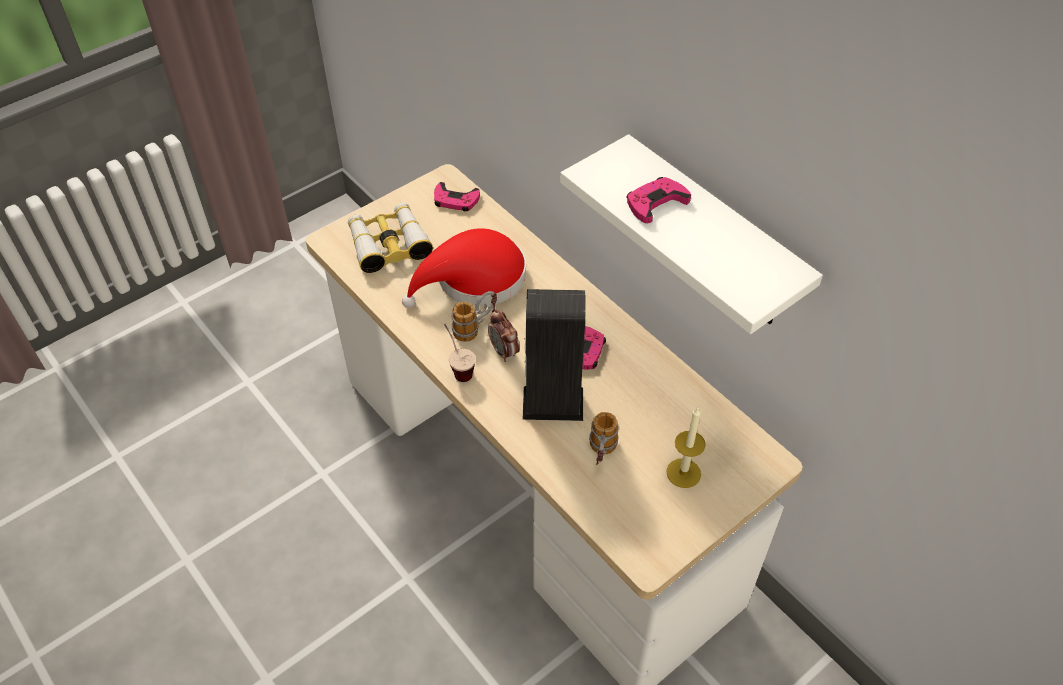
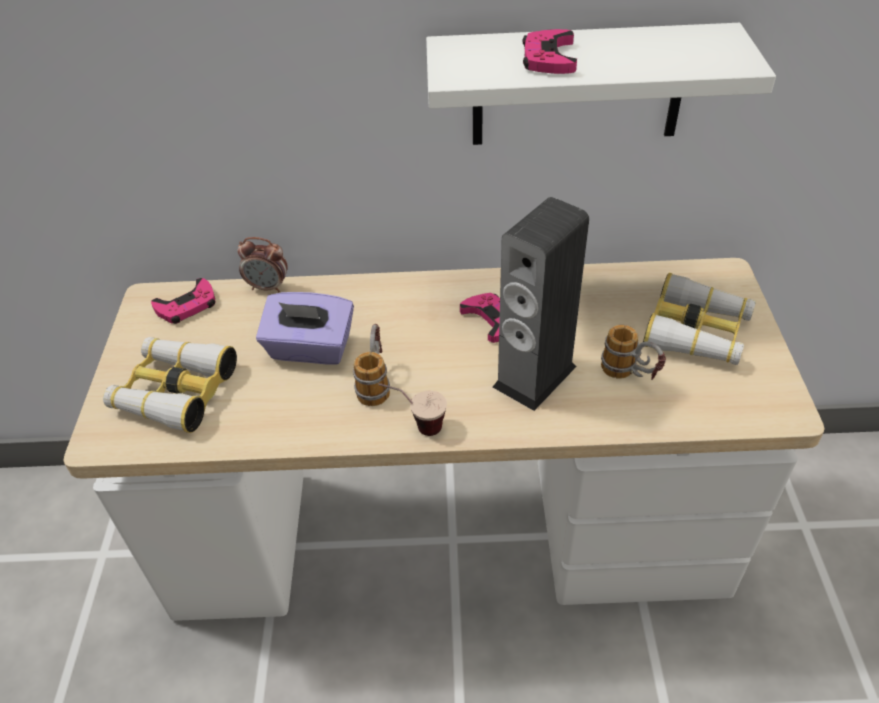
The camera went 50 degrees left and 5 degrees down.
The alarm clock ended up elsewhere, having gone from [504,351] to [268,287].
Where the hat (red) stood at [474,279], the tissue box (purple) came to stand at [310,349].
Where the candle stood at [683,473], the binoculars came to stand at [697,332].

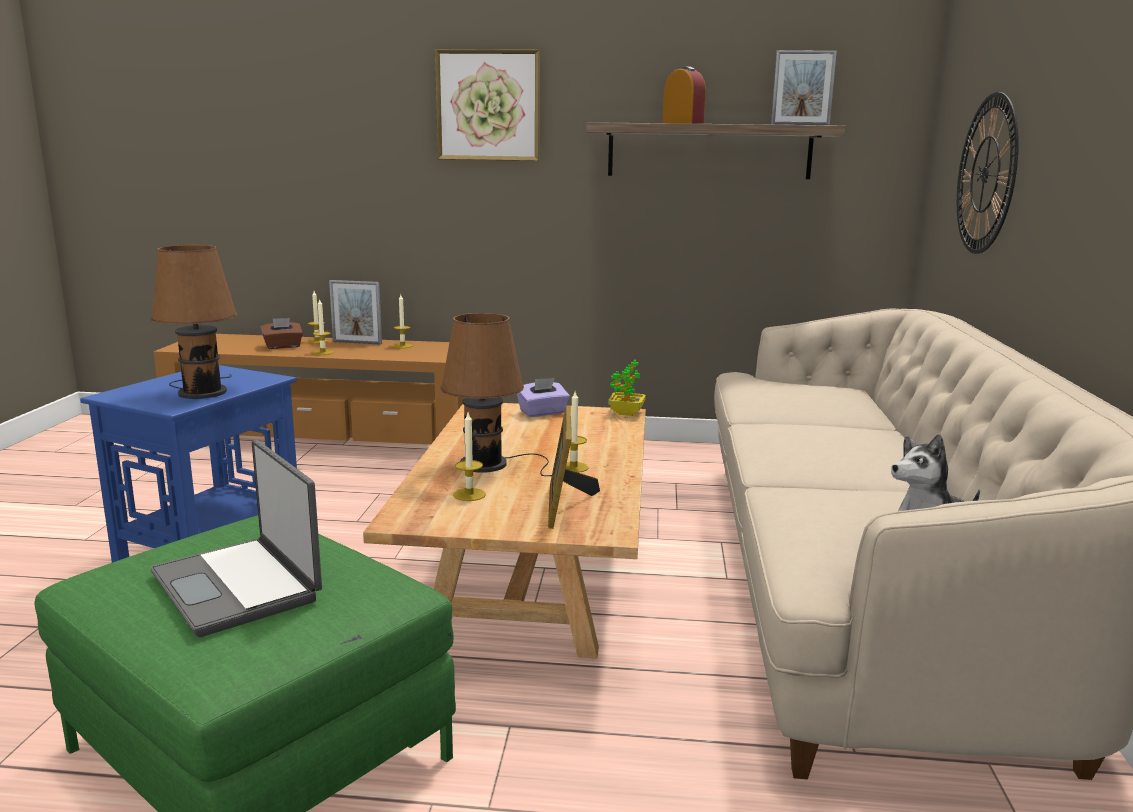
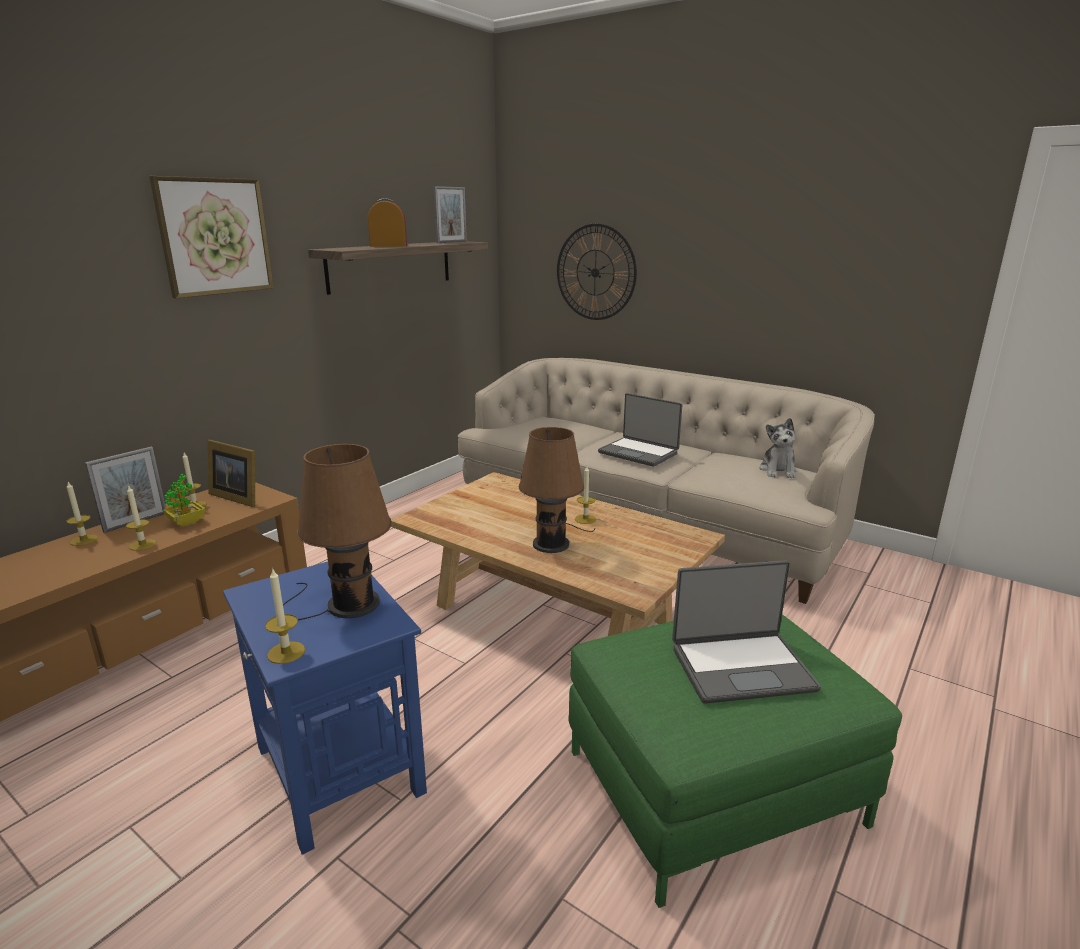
The camera went 60 degrees left and 5 degrees up.
The second view lost the tissue box (brown) at [283,346].
The second view lost the tissue box (purple) at [542,412].
The second view gained the laptop at [639,453].
The candle ended up elsewhere, having gone from [469,494] to [286,652].
The picture frame ended up elsewhere, having gone from [565,505] to [237,497].
The potted plant ended up elsewhere, having gone from [626,413] to [187,522].

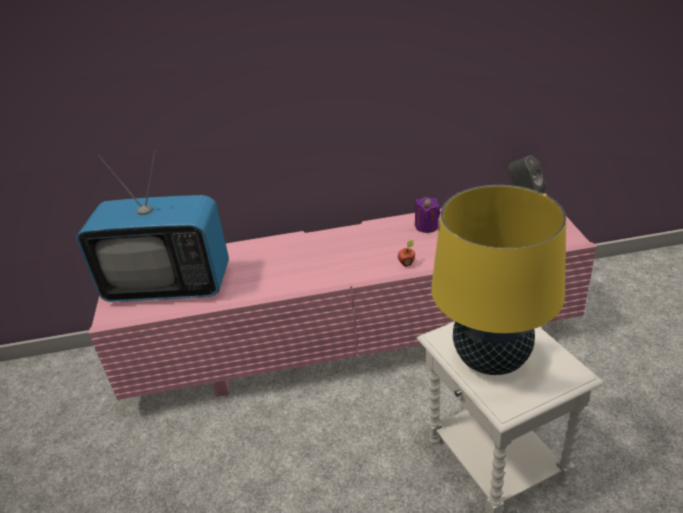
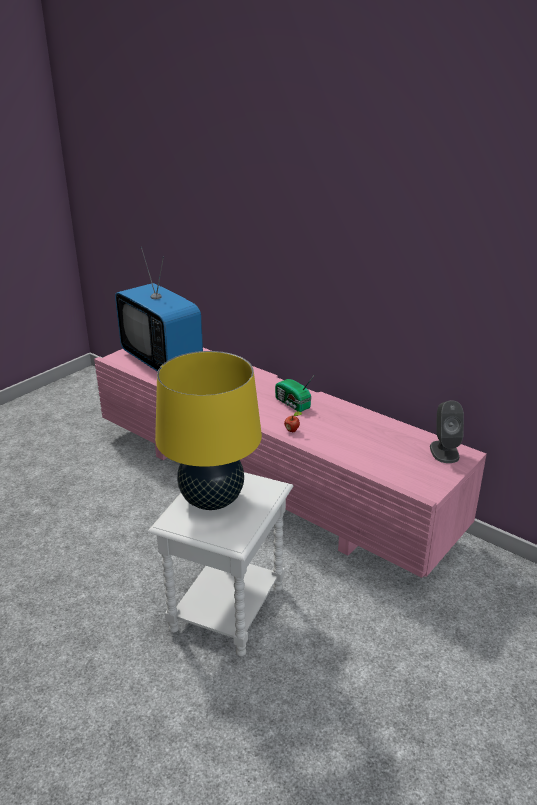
The camera went 45 degrees right and 5 degrees down.
The second view lost the candle (purple) at [427,226].
The second view gained the radio at [292,404].

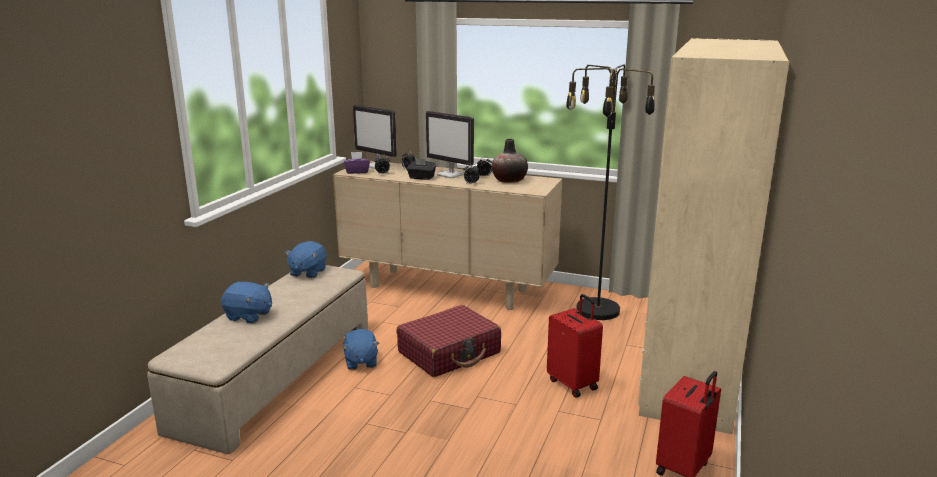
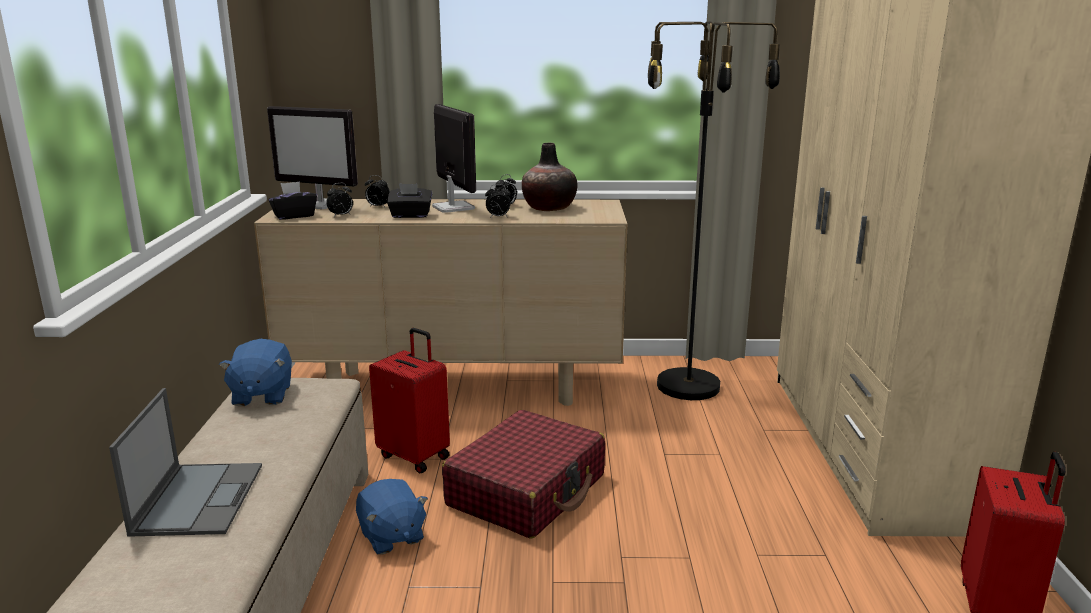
The camera went 20 degrees left and 0 degrees up.
The suitcase (red) ended up elsewhere, having gone from [573,384] to [415,456].
Where the plush toy (blue) stood at [249,316], the laptop came to stand at [199,498].
What was the tissue box (purple) at [357,172] turned into the tissue box (black) at [294,216].
The monitor at [451,175] ended up facing another way, 135 degrees counterclockwise from before.

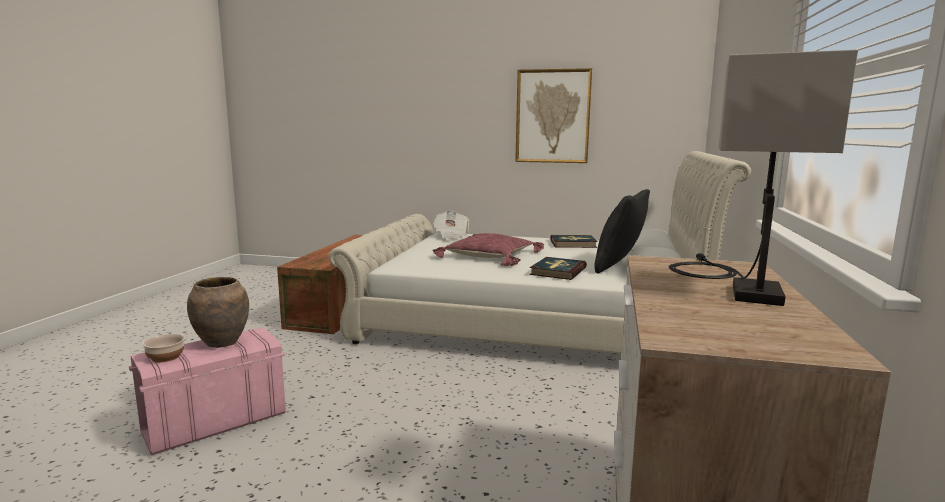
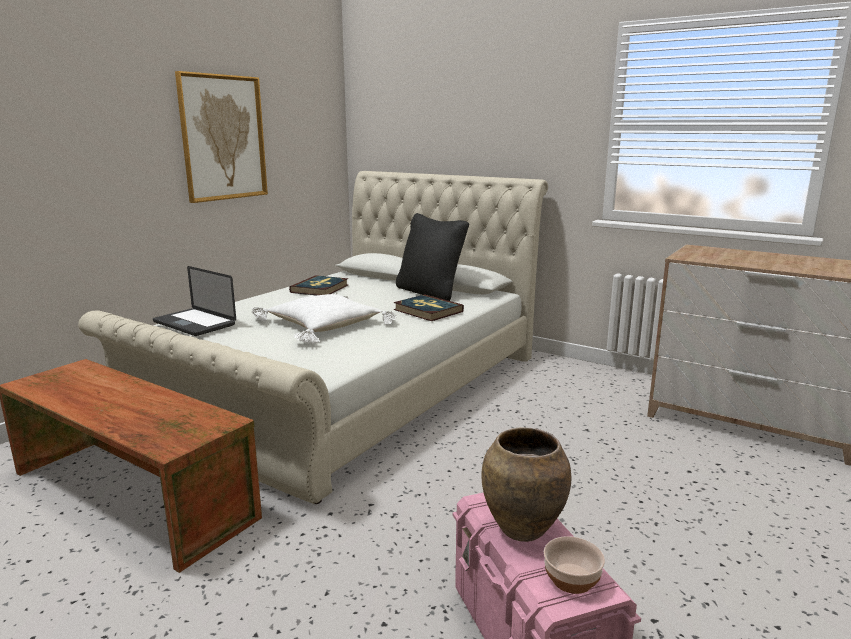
The camera went 70 degrees left and 5 degrees up.
The second view lost the table lamp at [734,284].
Where the newspaper stood at [451,235], the laptop came to stand at [194,323].
What was the pillow (red) at [490,254] turned into the pillow (white) at [324,322].

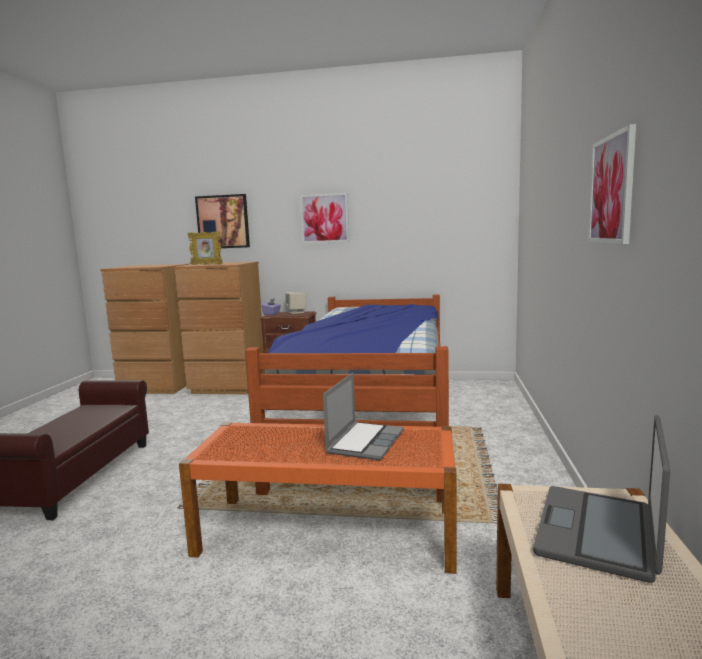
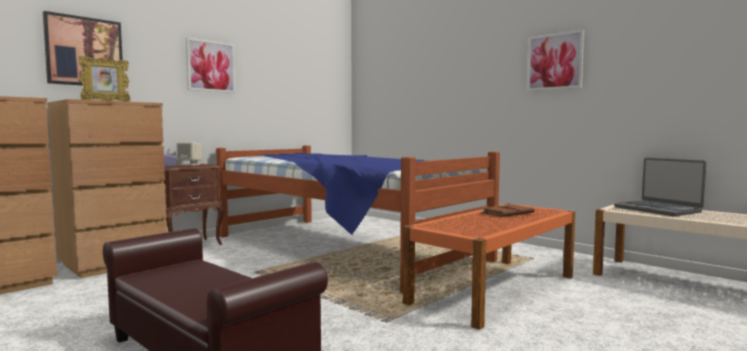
The camera went 55 degrees left and 5 degrees down.
Where the laptop stood at [365,442], the book (brown) came to stand at [508,213].

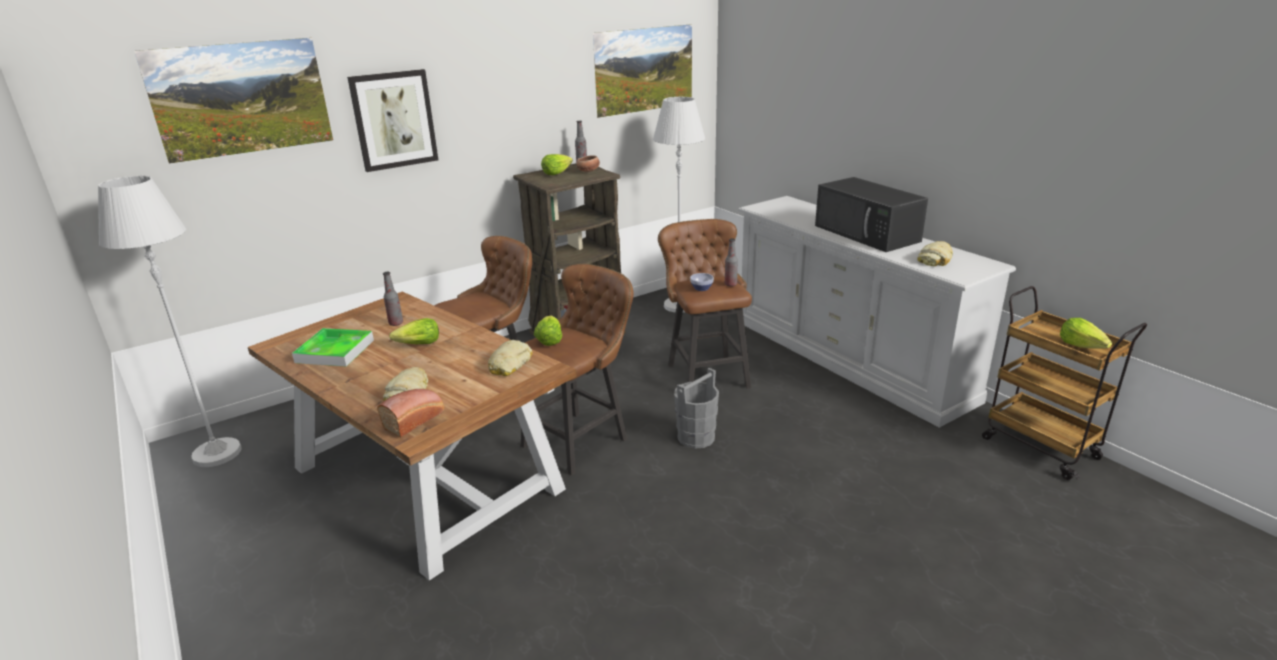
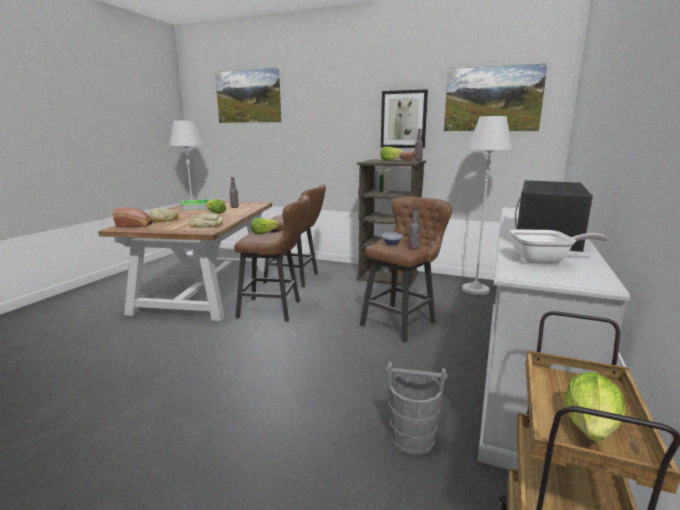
The camera went 55 degrees right and 10 degrees down.
The picture ended up elsewhere, having gone from [394,120] to [403,119].
The bucket (grey) ended up elsewhere, having gone from [696,437] to [412,438].
Where the bread stood at [935,259], the frying pan came to stand at [545,260].

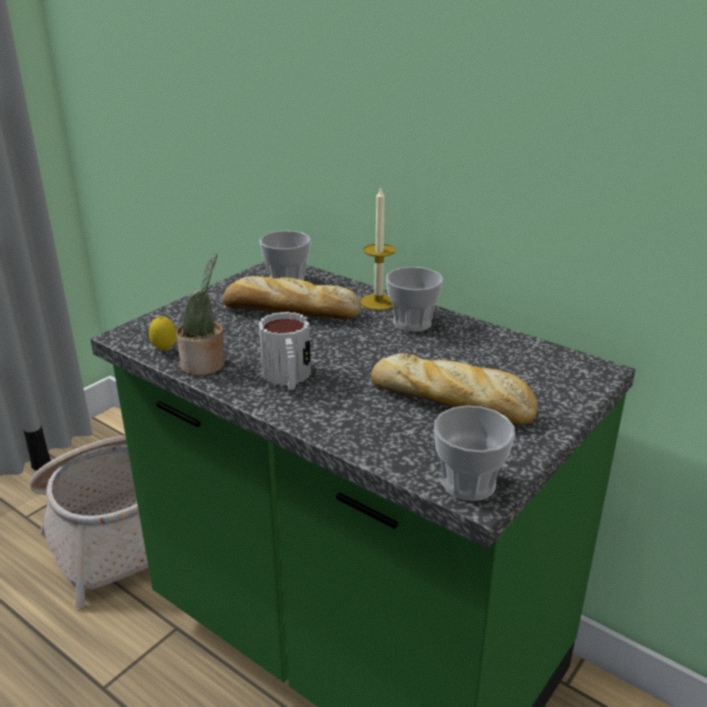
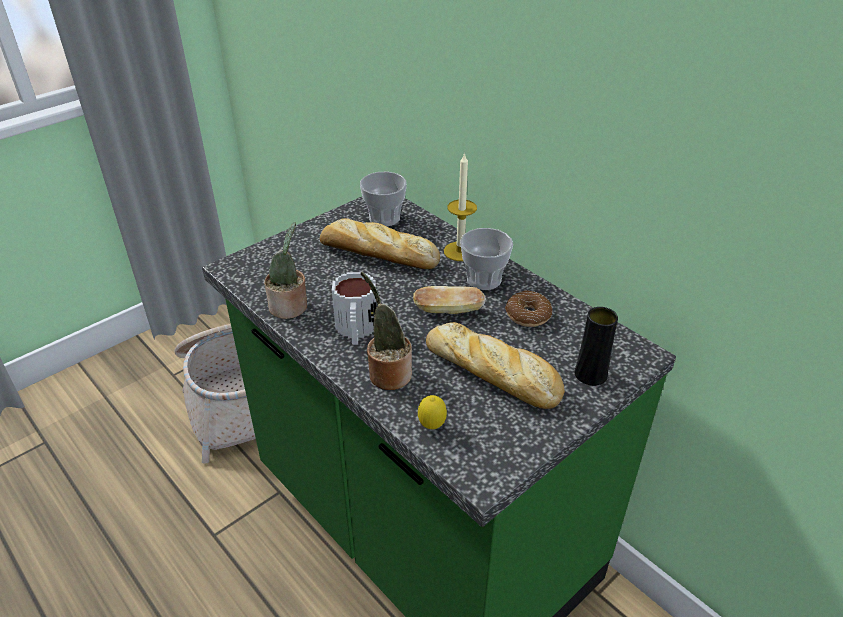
The camera went 10 degrees right and 10 degrees up.
The second view lost the cup at [469,484].
The second view gained the potted plant at [387,373].
The second view gained the bread at [448,311].
The second view gained the donut at [528,315].
The vase (black) ended up elsewhere, having gone from [41,465] to [590,374].
The lemon ended up elsewhere, having gone from [165,350] to [432,426].

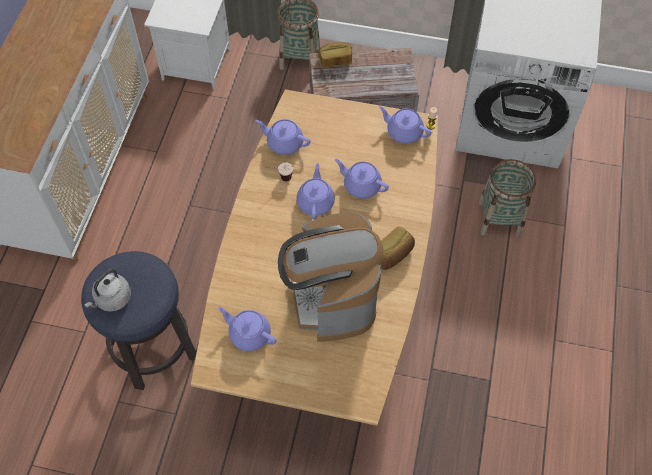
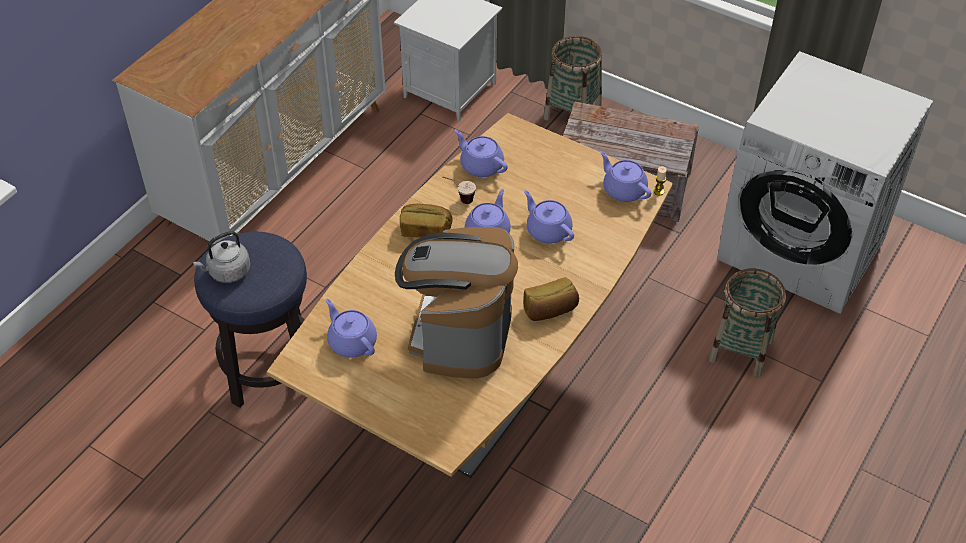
The camera went 20 degrees right and 10 degrees down.
The bread ended up elsewhere, having gone from [335,60] to [425,230].

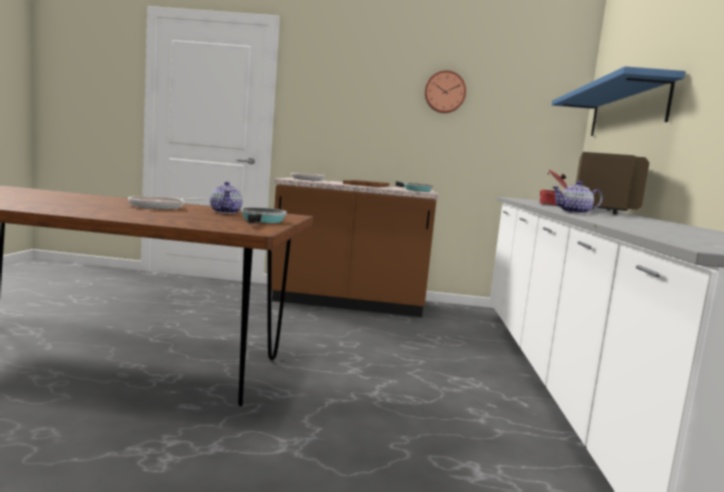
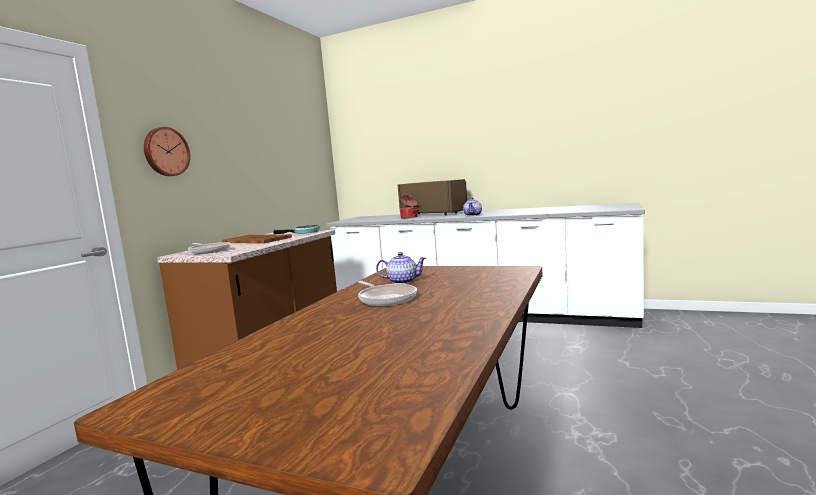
The camera went 70 degrees left and 0 degrees up.
The second view lost the frying pan at [262,221].
The second view lost the shelf (blue) at [626,110].
The wall clock ended up elsewhere, having gone from [445,92] to [166,152].

